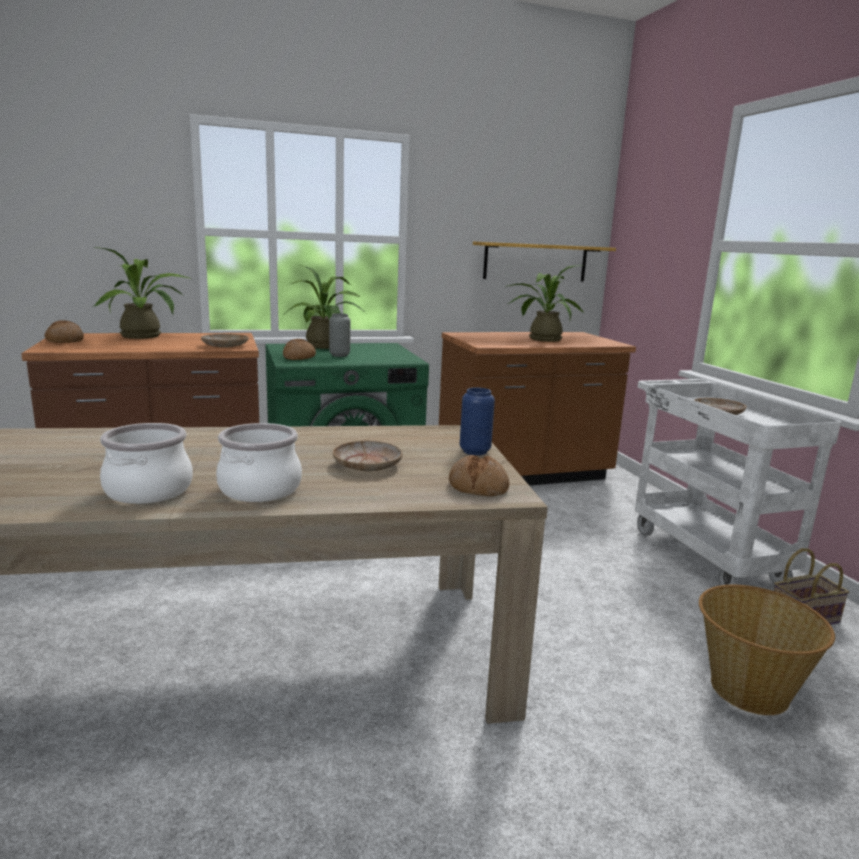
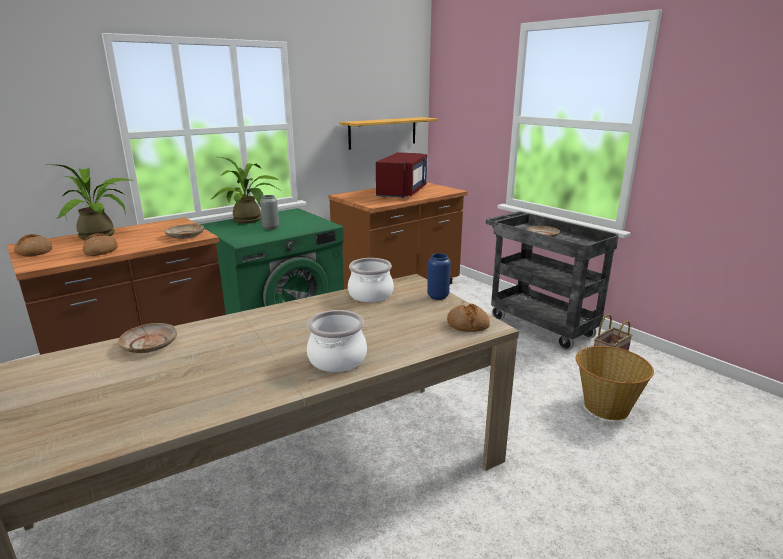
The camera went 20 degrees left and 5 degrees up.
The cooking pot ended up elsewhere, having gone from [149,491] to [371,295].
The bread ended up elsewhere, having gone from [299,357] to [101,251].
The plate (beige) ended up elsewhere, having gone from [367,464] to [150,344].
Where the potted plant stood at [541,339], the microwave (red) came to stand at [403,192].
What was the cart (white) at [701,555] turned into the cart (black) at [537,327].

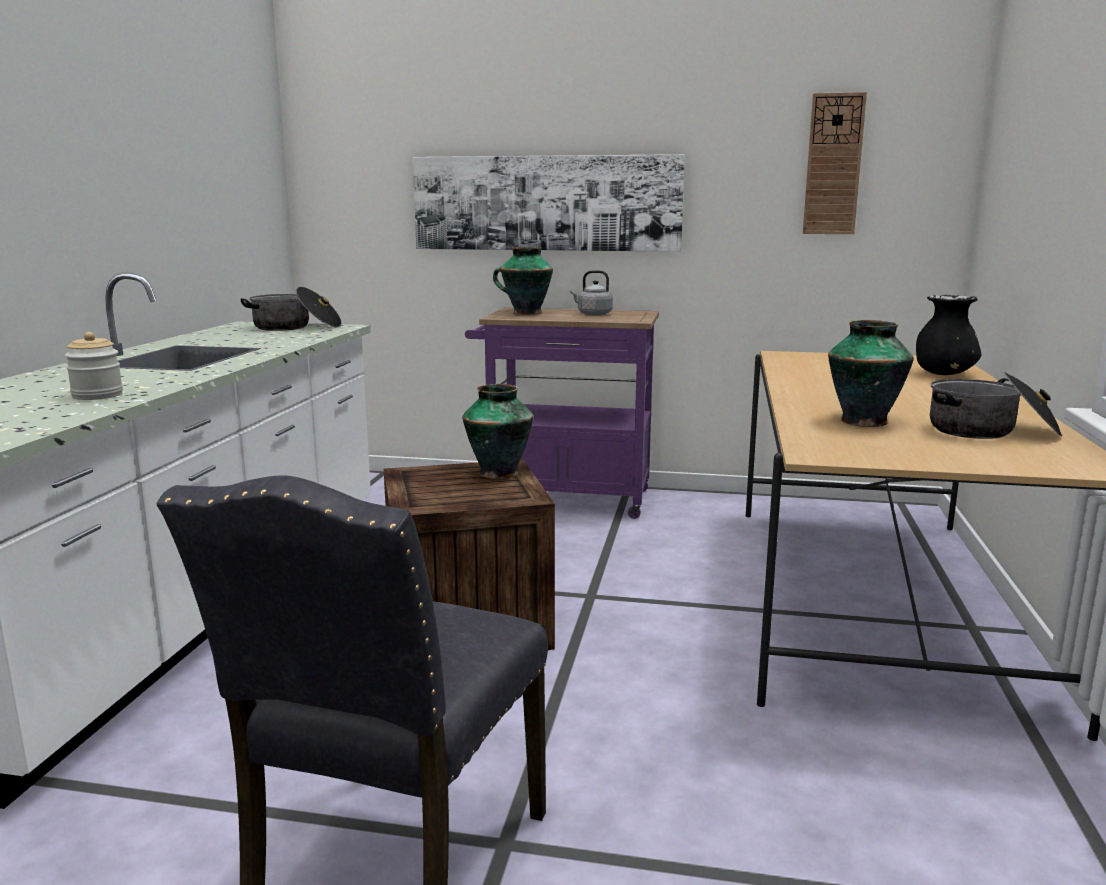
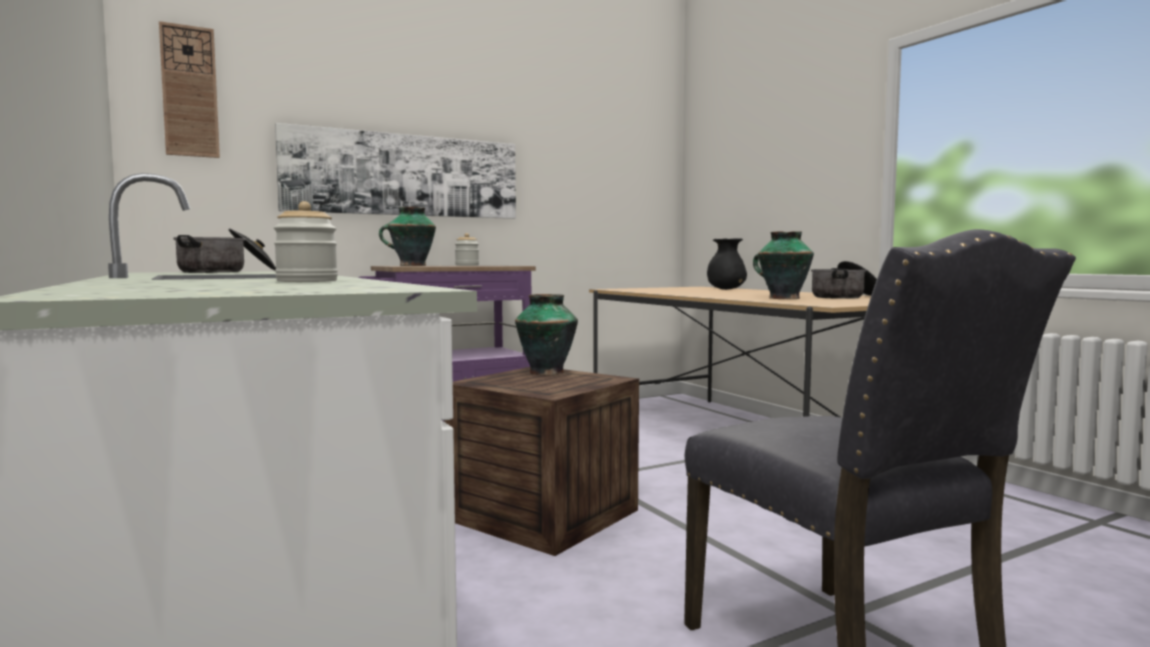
The camera went 40 degrees left and 10 degrees down.
The wall clock ended up elsewhere, having gone from [833,165] to [190,91].
Where the kettle (grey) stood at [592,314], the jar came to stand at [467,265].

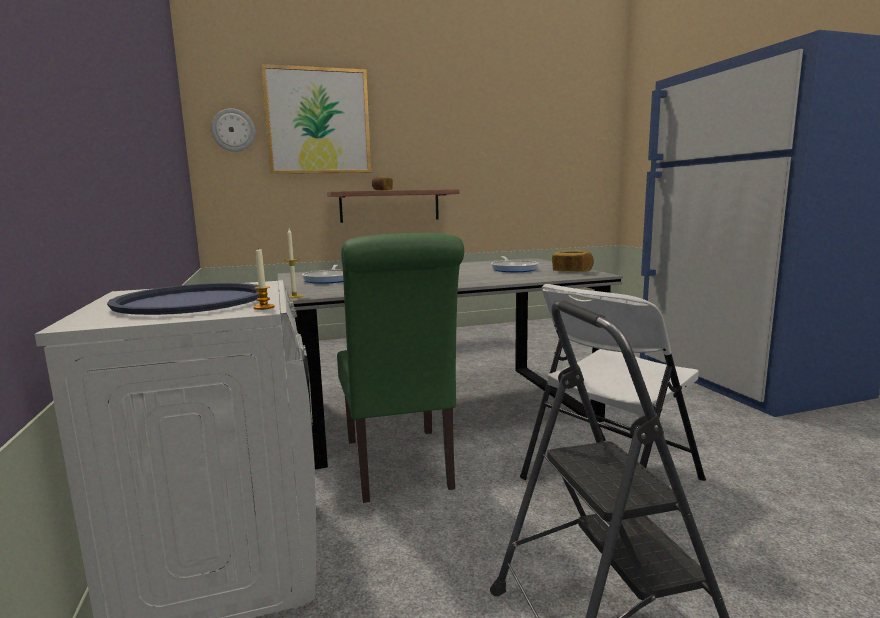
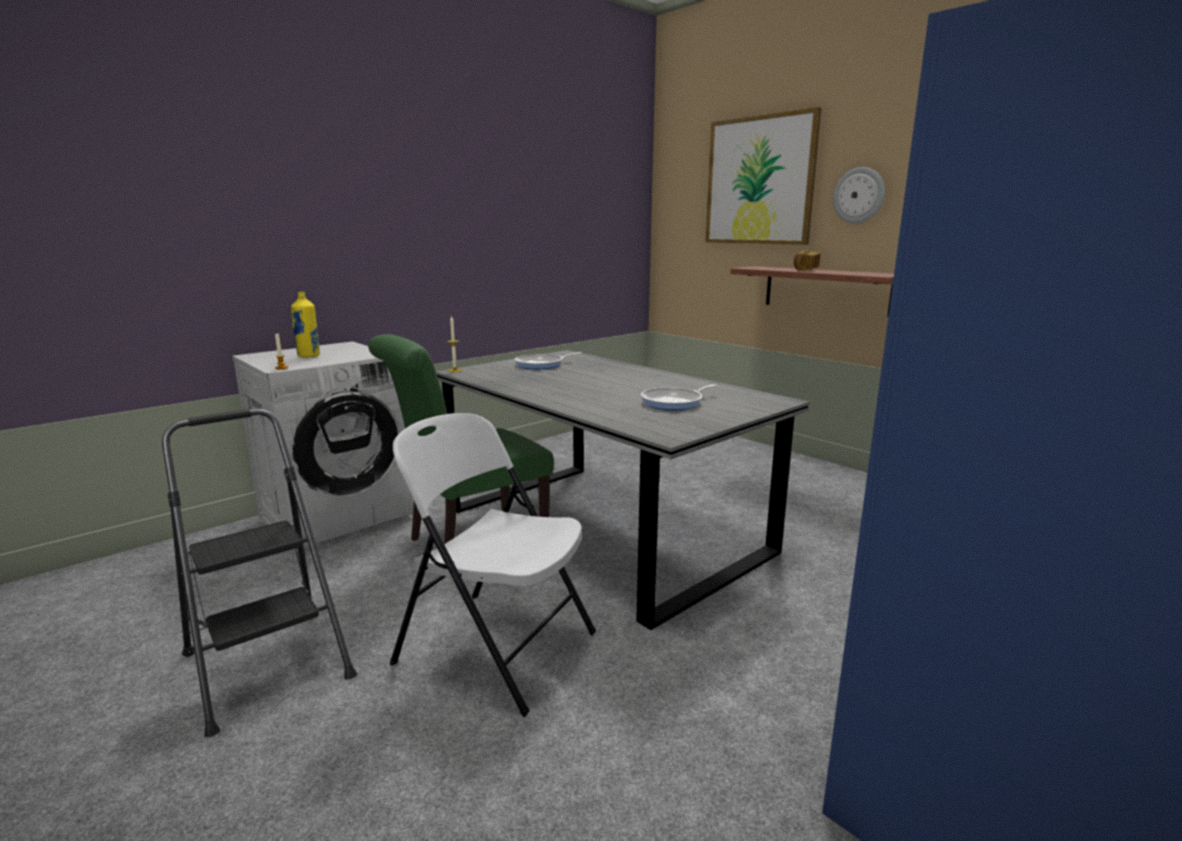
The camera went 65 degrees right and 5 degrees up.
The second view lost the bread at [572,271].
The wall clock ended up elsewhere, having gone from [233,130] to [859,195].
Where the tray (blue) stood at [192,301], the bottle (yellow) came to stand at [309,356].

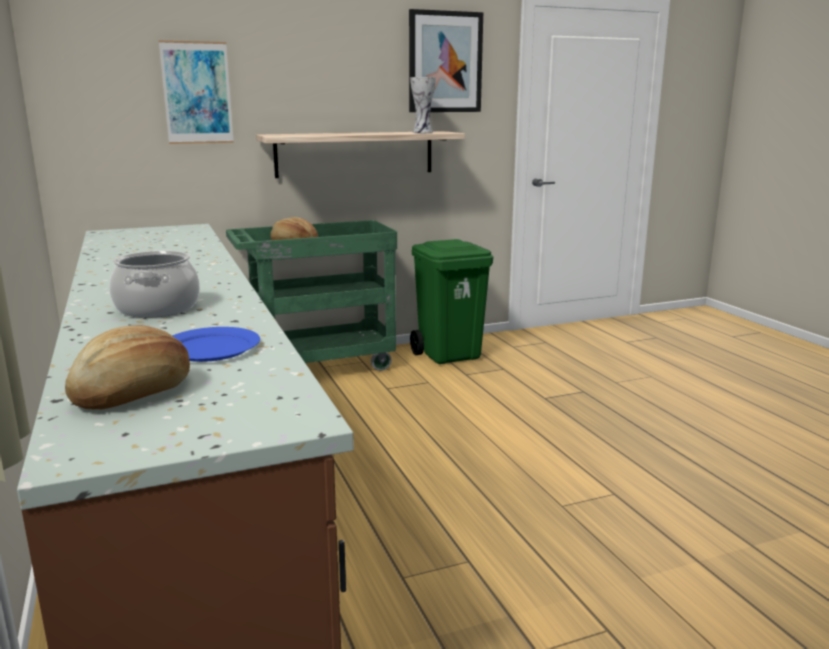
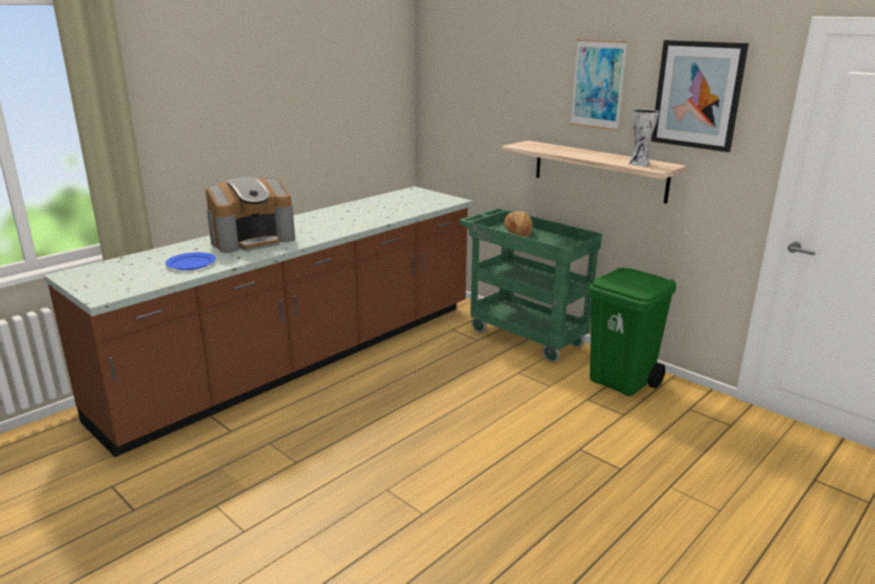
The camera went 65 degrees right and 5 degrees up.
The second view lost the bread at [135,393].
The picture ended up elsewhere, having gone from [197,93] to [598,84].
Where the cooking pot stood at [157,308], the coffee machine came to stand at [252,240].

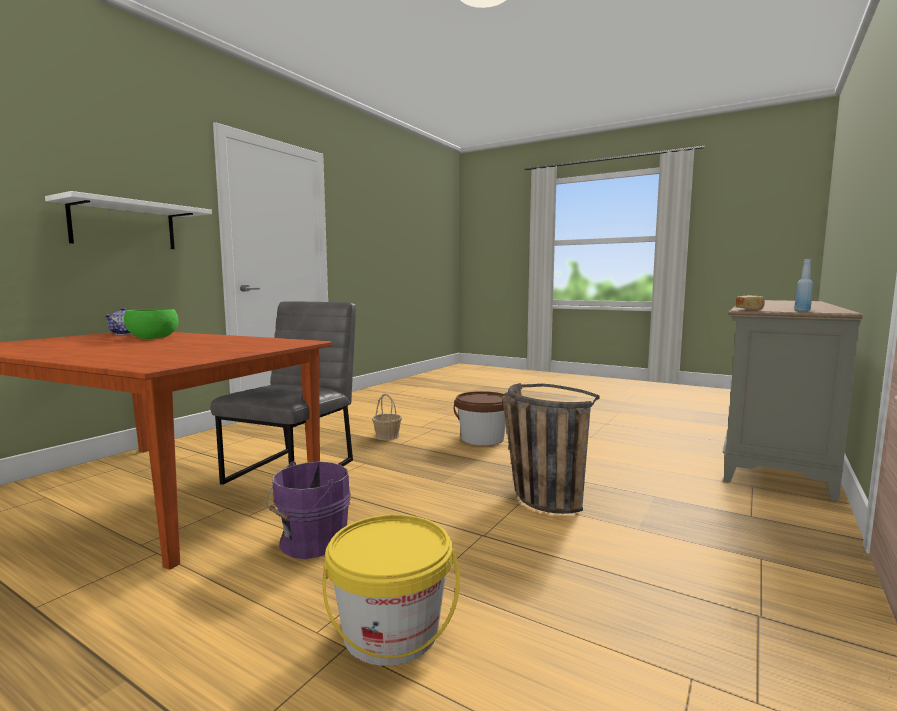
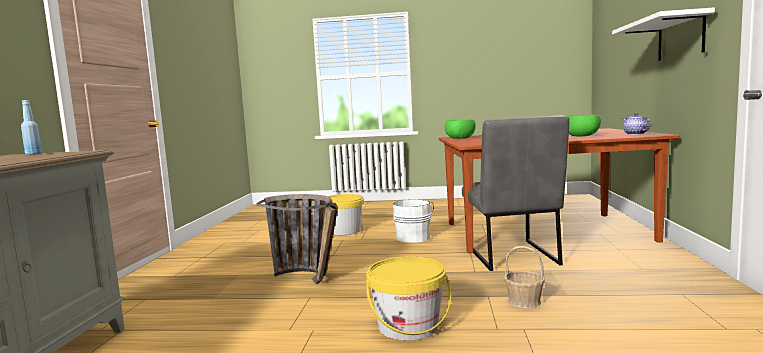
The camera went 155 degrees right and 0 degrees up.
The second view lost the bread at [750,309].
The second view gained the bowl (green) at [460,138].
What was the bucket (purple) at [310,542] turned into the bucket (white) at [414,237].
What was the bucket (brown) at [482,439] turned into the bucket (yellow) at [408,327].

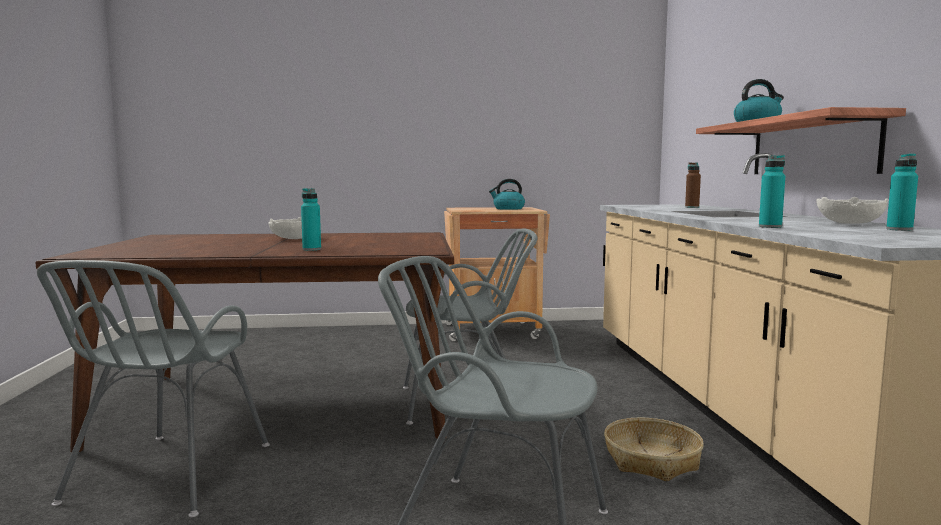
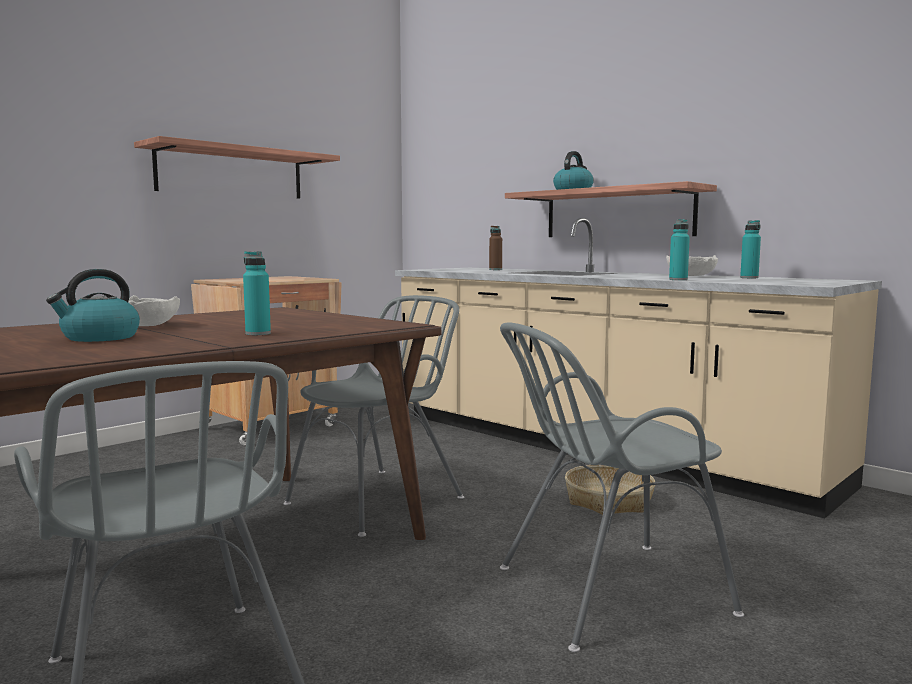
The camera went 40 degrees left and 0 degrees up.
The second view gained the shelf at [231,173].
The kettle ended up elsewhere, having gone from [508,208] to [99,338].

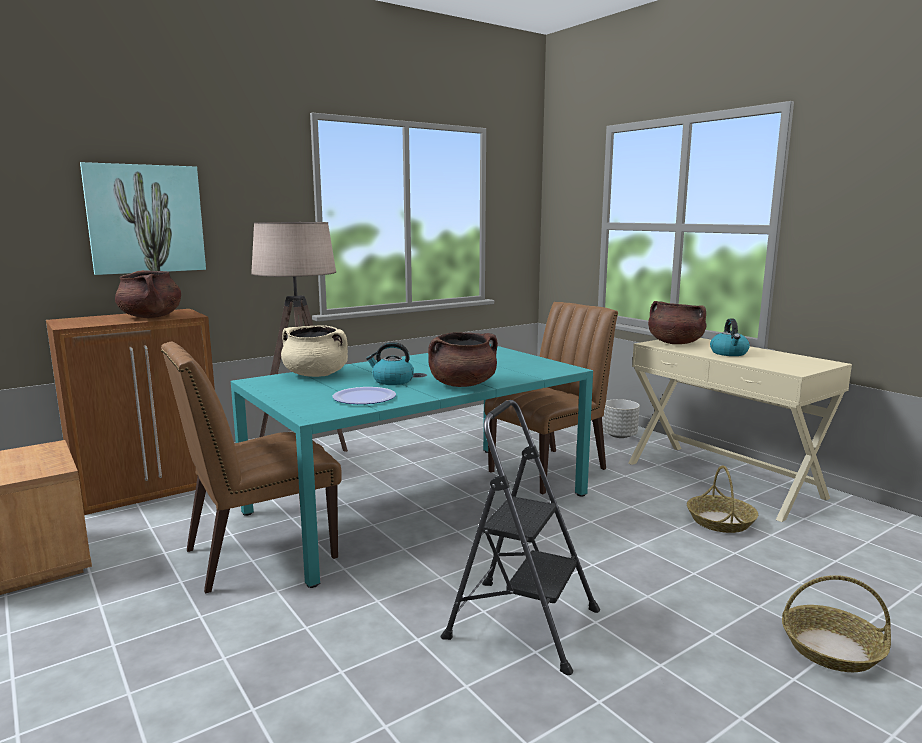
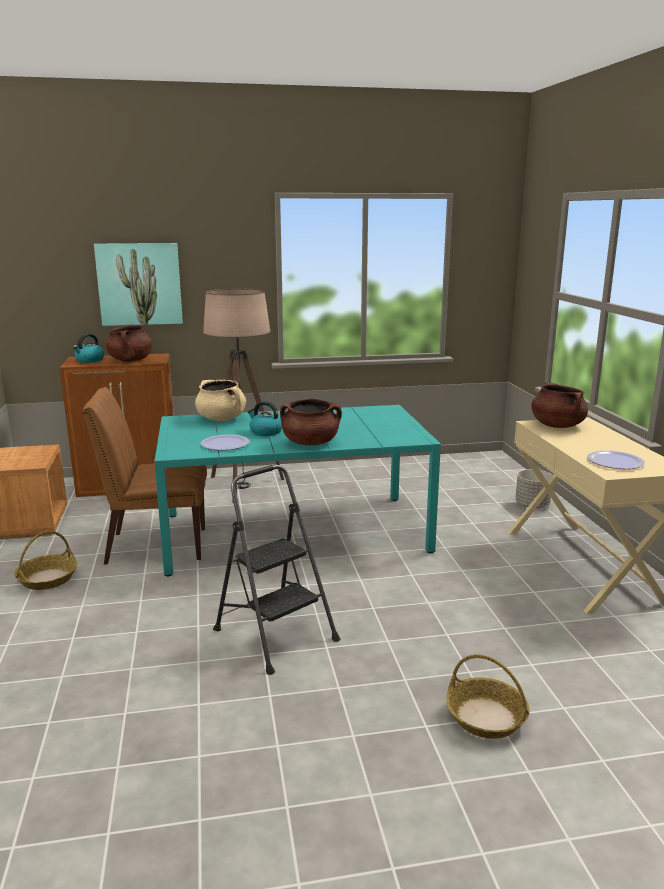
The camera went 25 degrees right and 5 degrees up.
The second view lost the chair (brown) at [548,471].
The second view gained the plate at [615,461].
The basket ended up elsewhere, having gone from [720,521] to [47,578].
The kettle ended up elsewhere, having gone from [729,353] to [89,360].

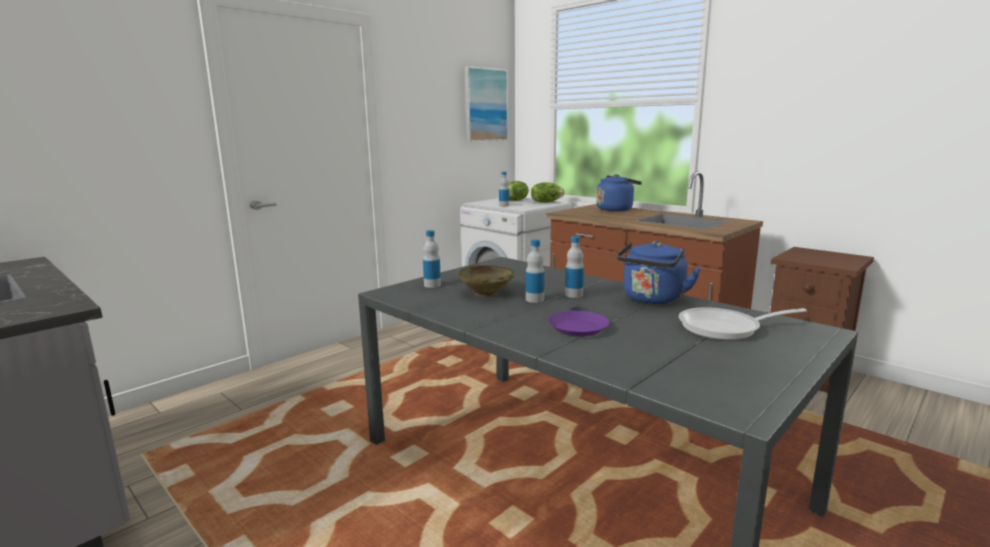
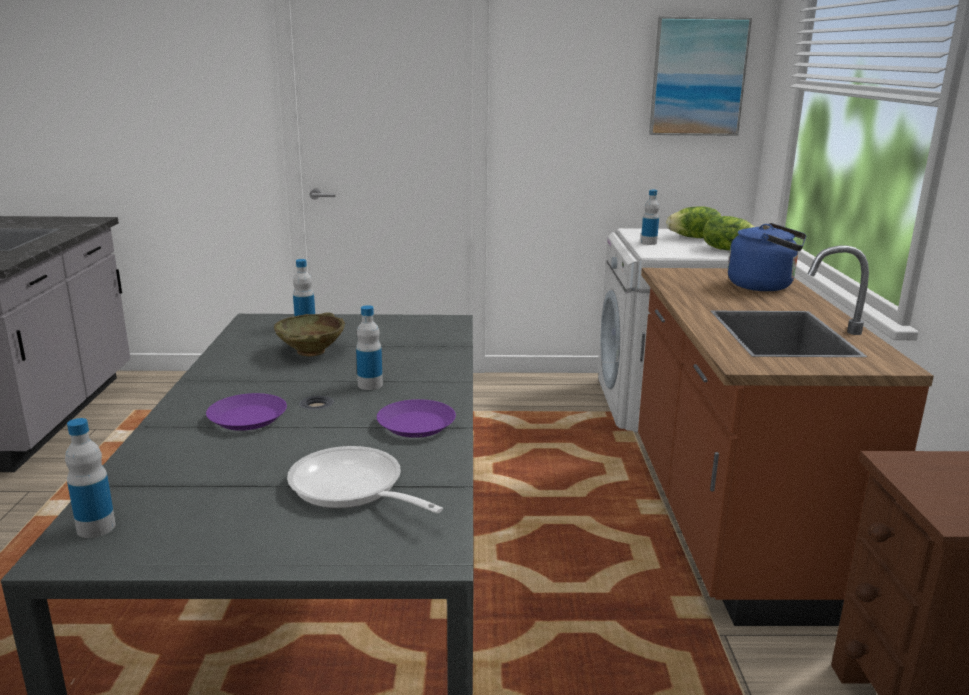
The camera went 45 degrees right and 5 degrees up.
The bottle ended up elsewhere, having gone from [534,299] to [96,528].
Where the kettle (blue) stood at [652,300], the plate (purple) came to stand at [415,425].

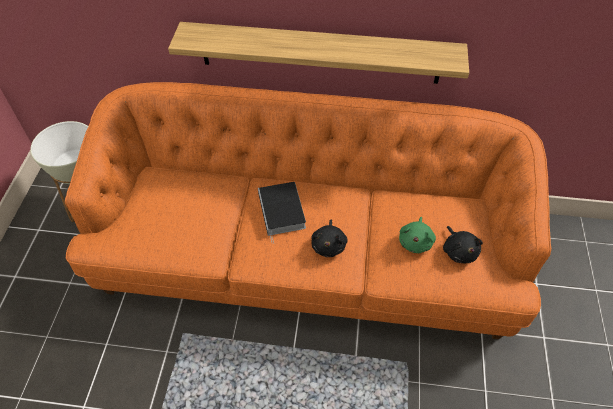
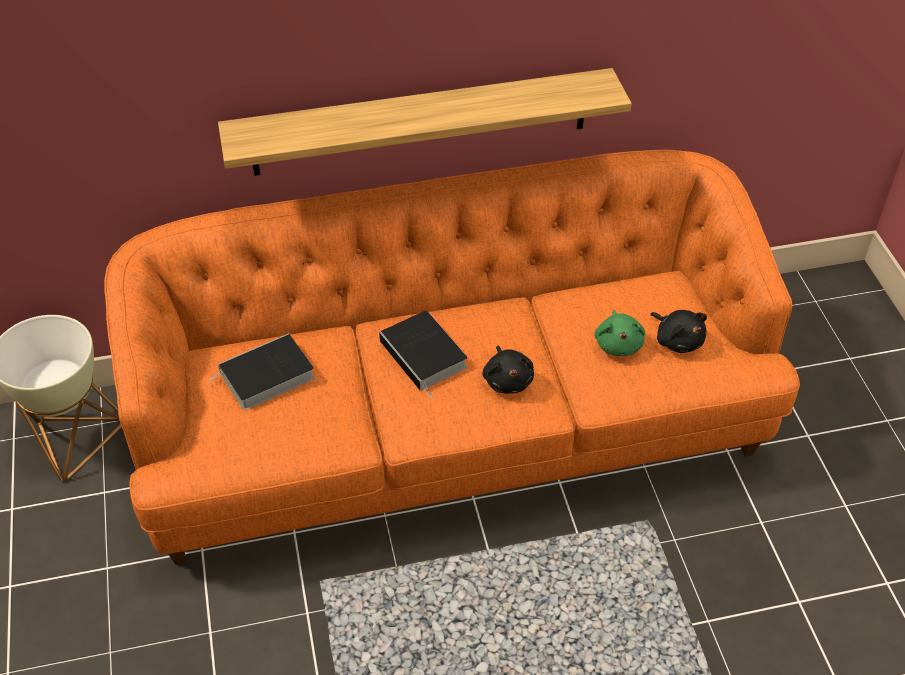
The camera went 20 degrees left and 5 degrees down.
The second view gained the book at [265,377].

